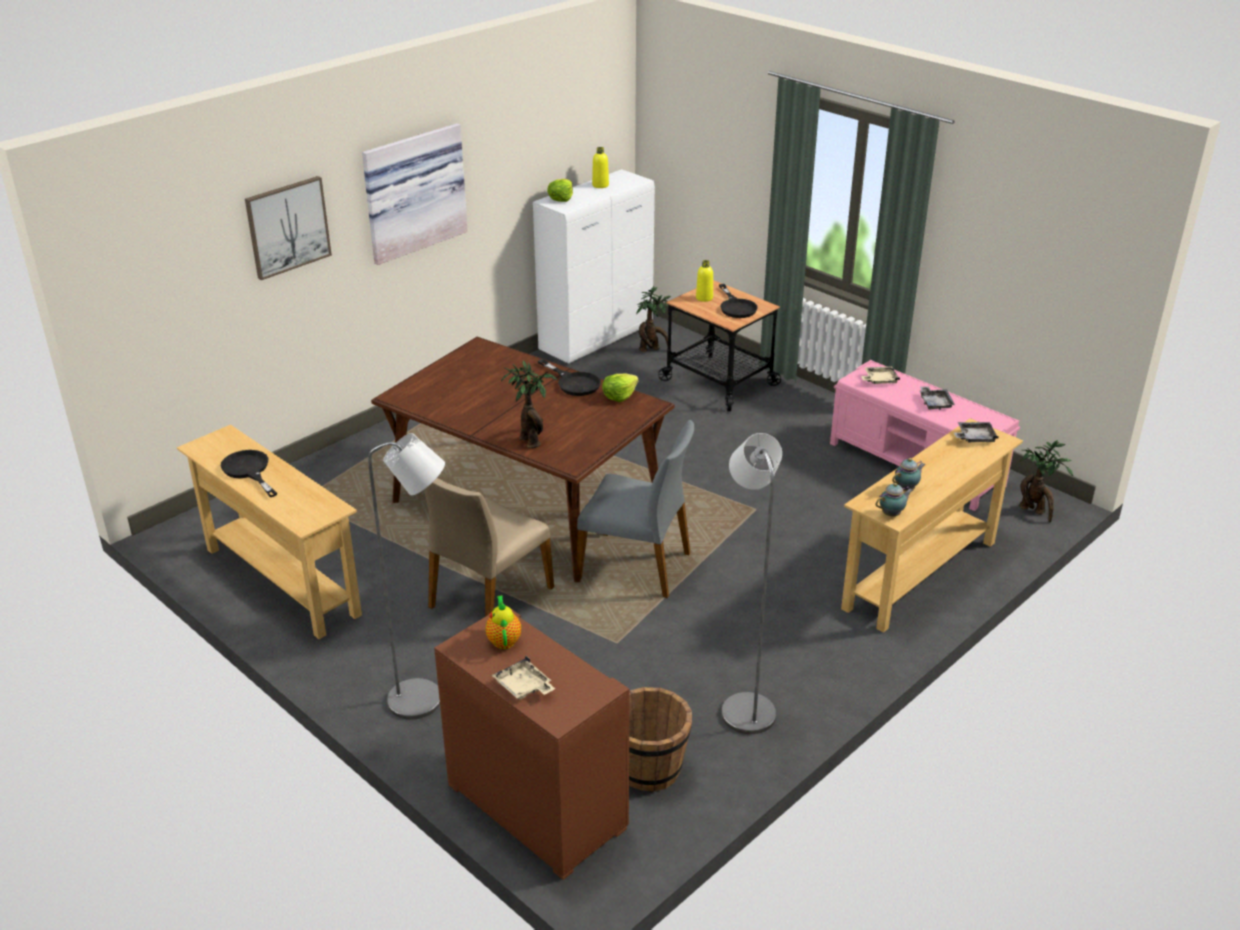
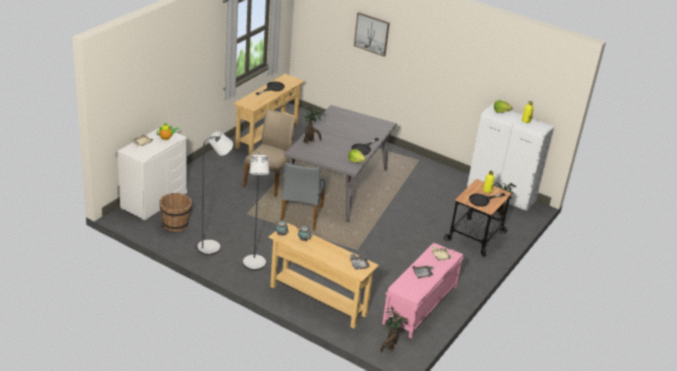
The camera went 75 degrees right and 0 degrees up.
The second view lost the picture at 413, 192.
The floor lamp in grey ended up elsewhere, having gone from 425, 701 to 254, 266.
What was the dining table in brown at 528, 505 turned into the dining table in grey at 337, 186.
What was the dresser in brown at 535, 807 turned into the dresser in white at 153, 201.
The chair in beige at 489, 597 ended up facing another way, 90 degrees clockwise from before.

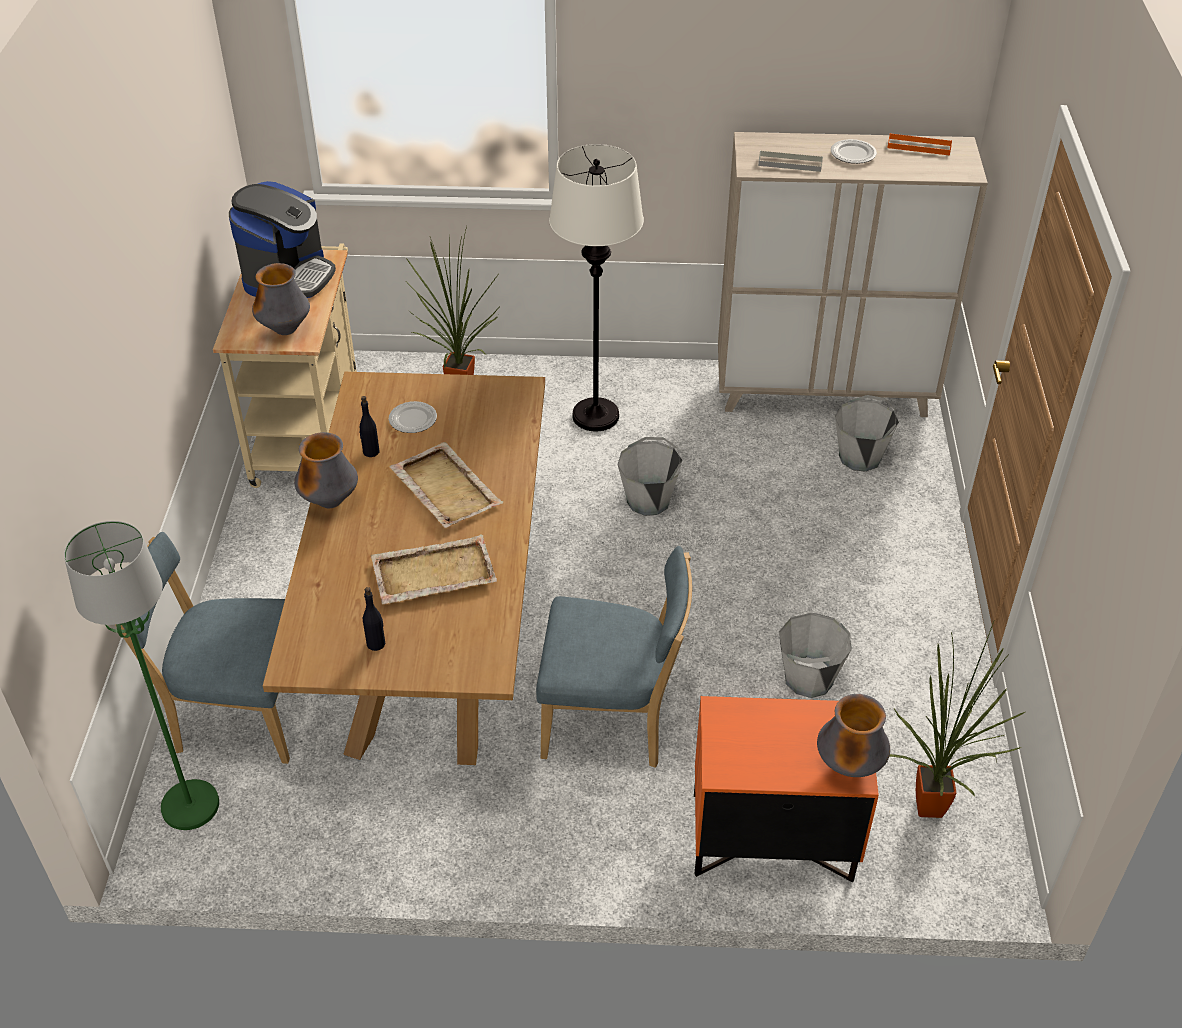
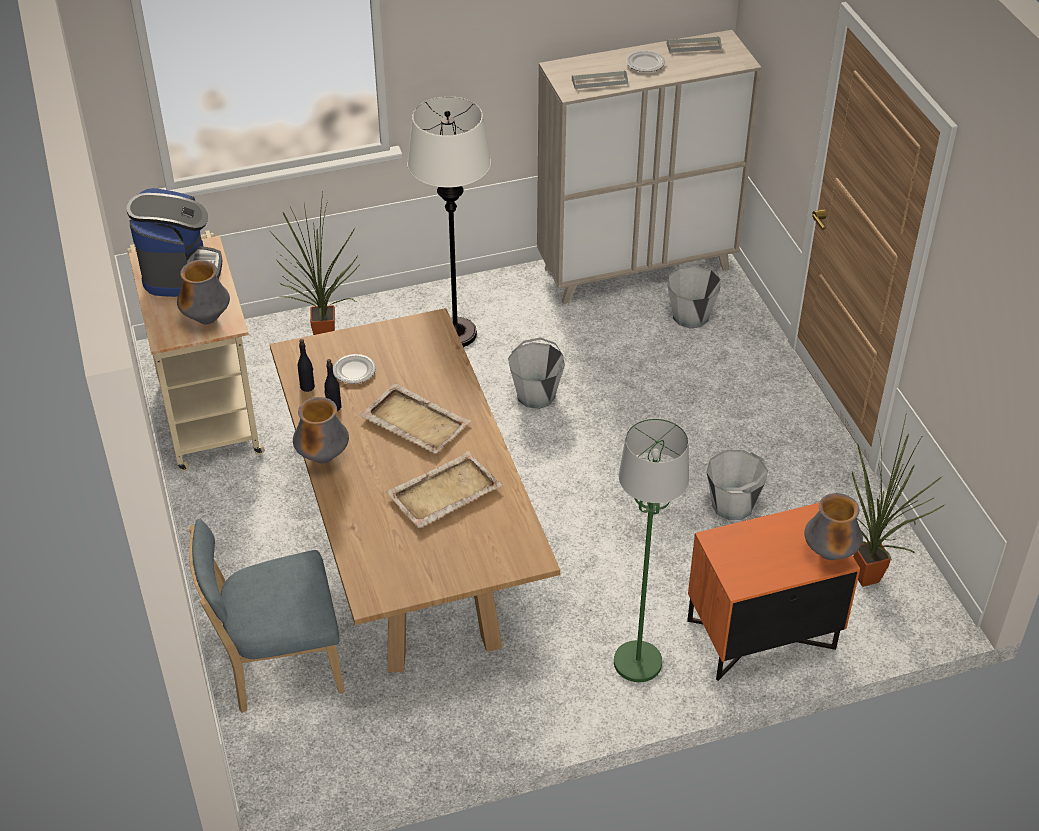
The camera went 20 degrees left and 0 degrees up.
The second view lost the chair in blue at 612, 721.
The floor lamp in green ended up elsewhere, having gone from 190, 806 to 638, 663.
The bottle in black ended up elsewhere, having gone from 376, 643 to 307, 386.
What was the tray in orange at 919, 146 turned into the tray in grey at 693, 46.

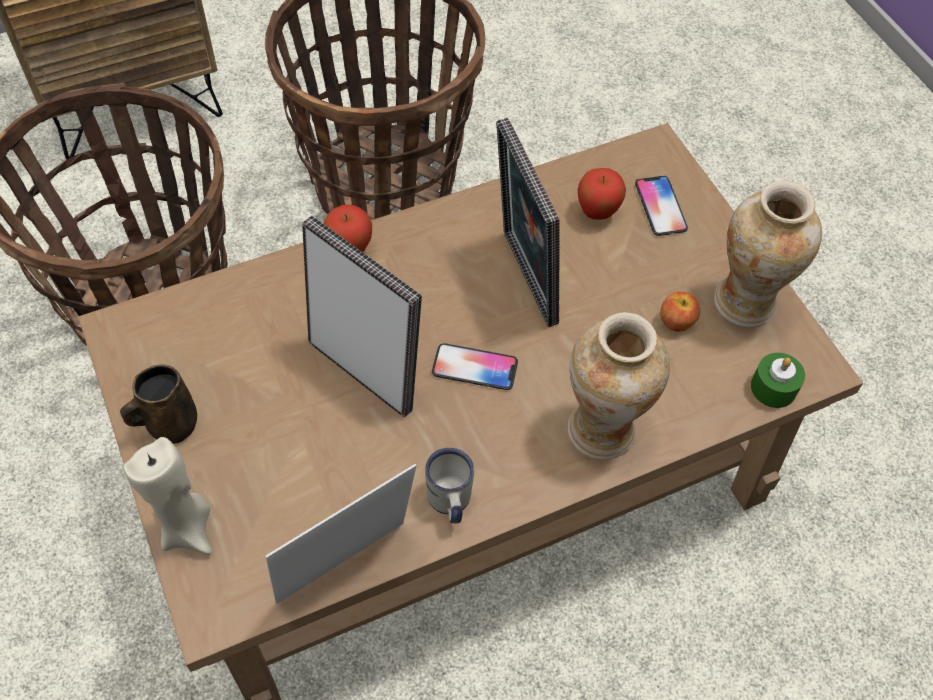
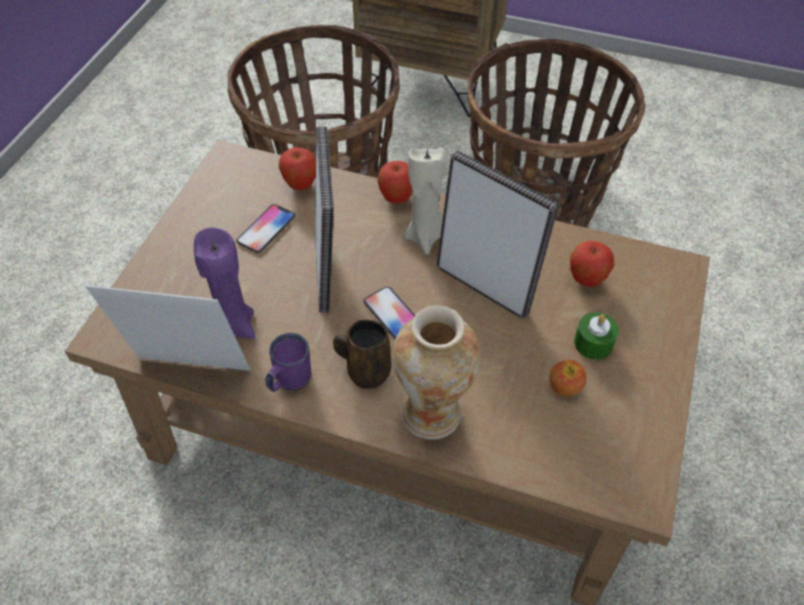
The camera went 45 degrees right and 5 degrees down.
The second view lost the vase at 745, 303.
The second view gained the candle in purple at 233, 325.
The second view gained the apple at 301, 185.
The mug in brown ended up elsewhere, having gone from 170, 425 to 366, 372.
The candle in beige ended up elsewhere, having gone from 188, 528 to 426, 236.
The phone ended up elsewhere, having gone from 660, 207 to 266, 229.
The candle in green ended up elsewhere, having gone from 773, 388 to 593, 343.
What was the mug in white at 449, 503 turned into the mug in purple at 288, 381.
The picture frame at 522, 279 ended up facing another way, 105 degrees clockwise from before.

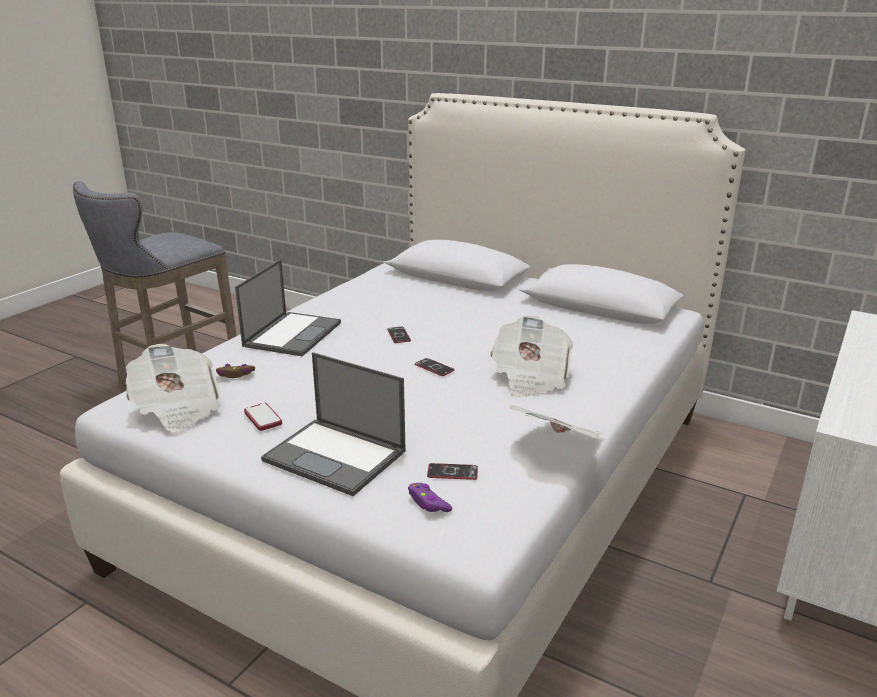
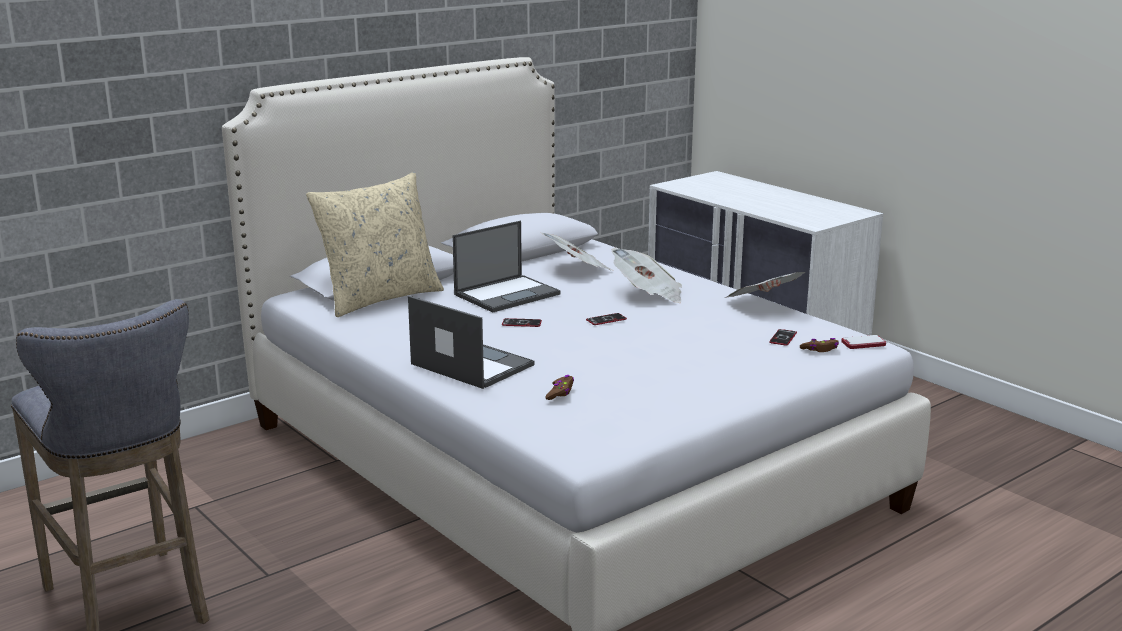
The camera went 70 degrees left and 5 degrees down.
The second view gained the pillow in beige at 379, 298.
The newspaper ended up elsewhere, having gone from 177, 409 to 577, 270.
The phone ended up elsewhere, having gone from 263, 418 to 863, 343.
The laptop ended up elsewhere, having gone from 336, 456 to 507, 294.
What was the game controller in purple at 428, 503 turned into the game controller in brown at 820, 350.

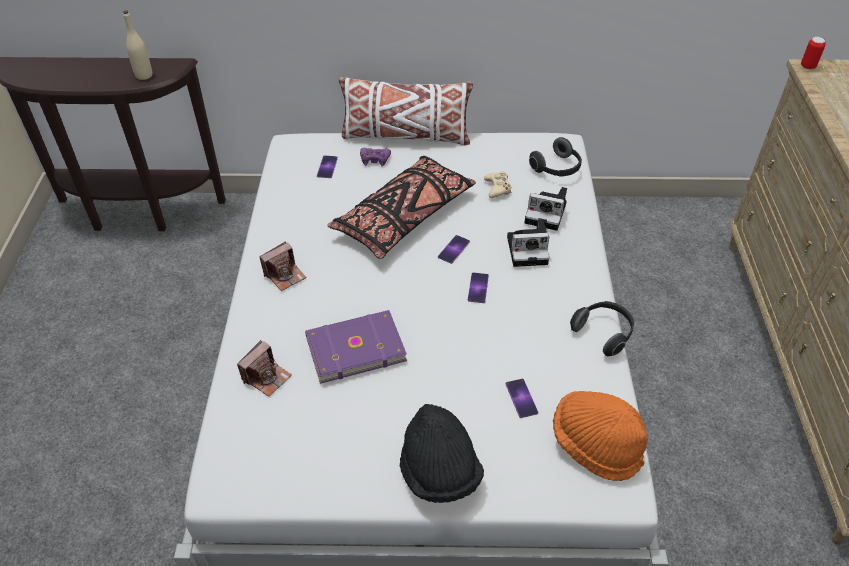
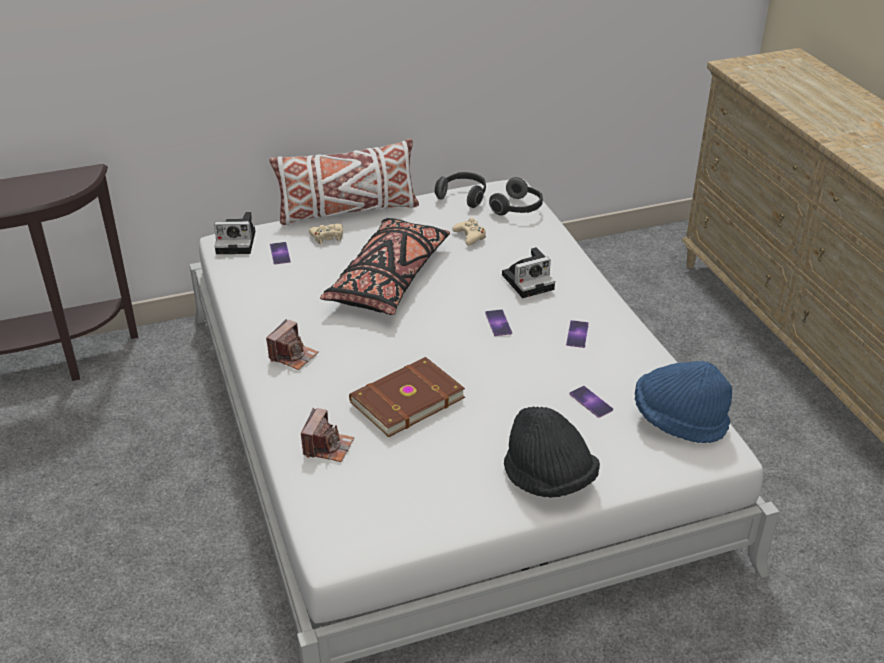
The camera went 20 degrees left and 10 degrees down.
The second view lost the bottle in beige at 144, 75.
The second view lost the can at 807, 66.
The phone ended up elsewhere, having gone from 453, 249 to 577, 334.
The photo camera ended up elsewhere, having gone from 547, 213 to 238, 242.
The headphones ended up elsewhere, having gone from 603, 333 to 463, 197.
What was the book in purple at 354, 347 turned into the book in brown at 405, 399.
What was the game controller in purple at 375, 159 turned into the game controller in beige at 327, 237.
What was the hat in orange at 595, 445 turned into the hat in blue at 678, 421.

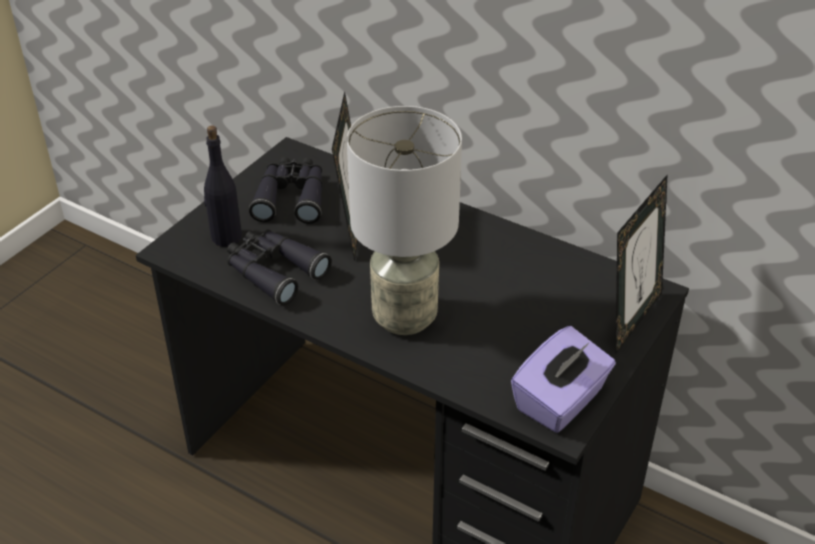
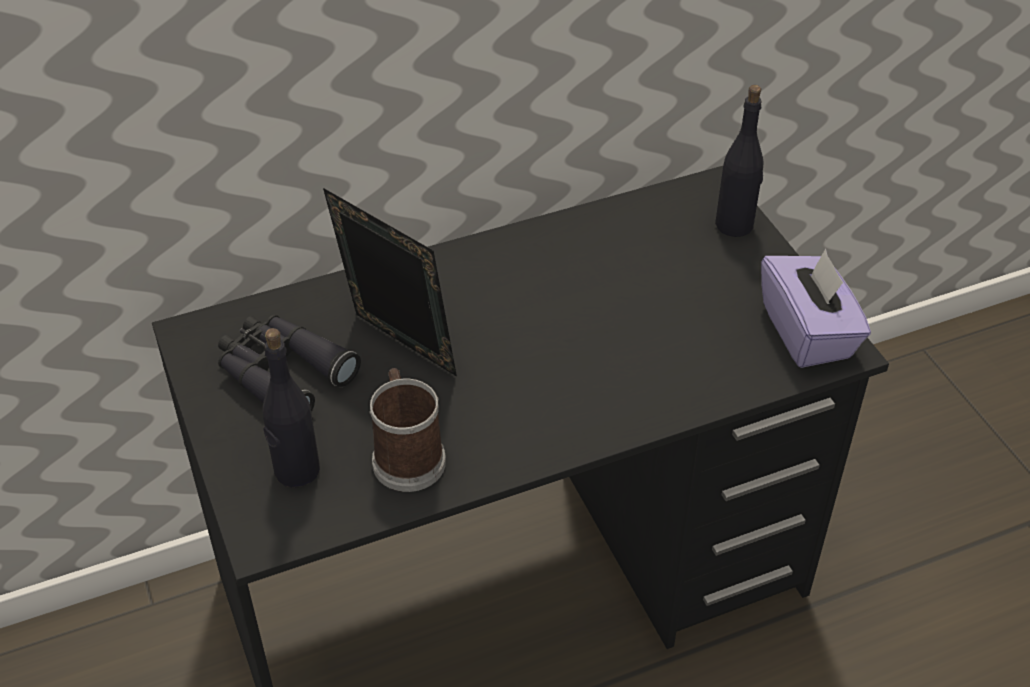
The camera went 55 degrees left and 5 degrees up.
The second view lost the table lamp in grey at 404, 316.
Where the binoculars in black stood at 273, 271, the mug came to stand at 407, 456.
Where the picture frame stood at 631, 319, the bottle in black came to stand at 735, 224.

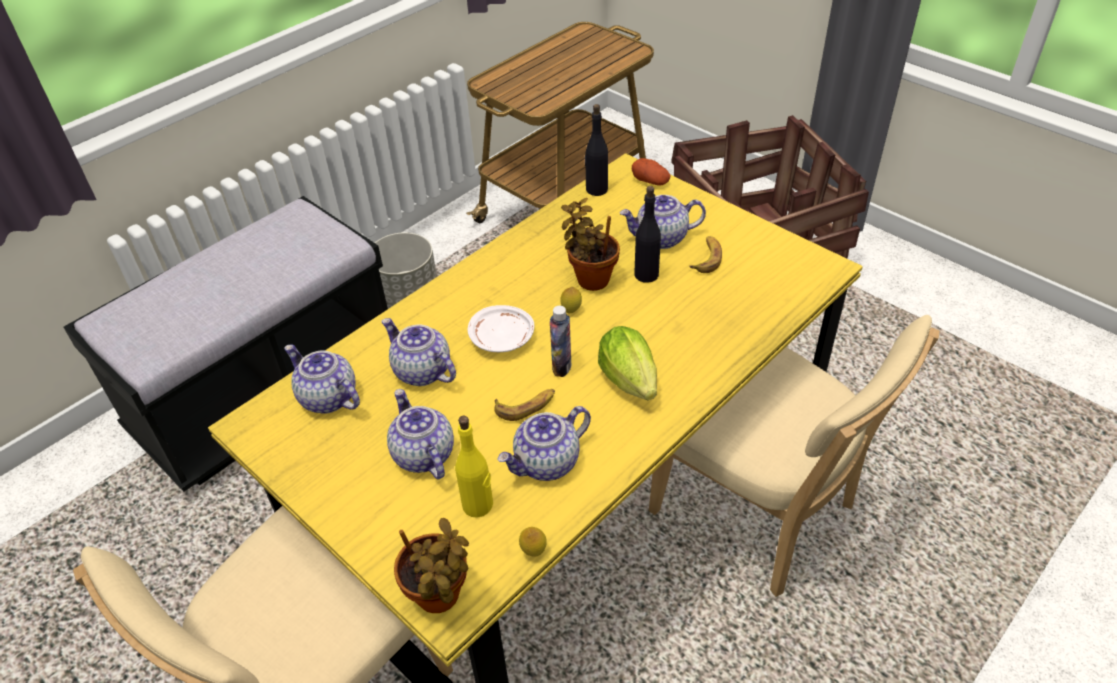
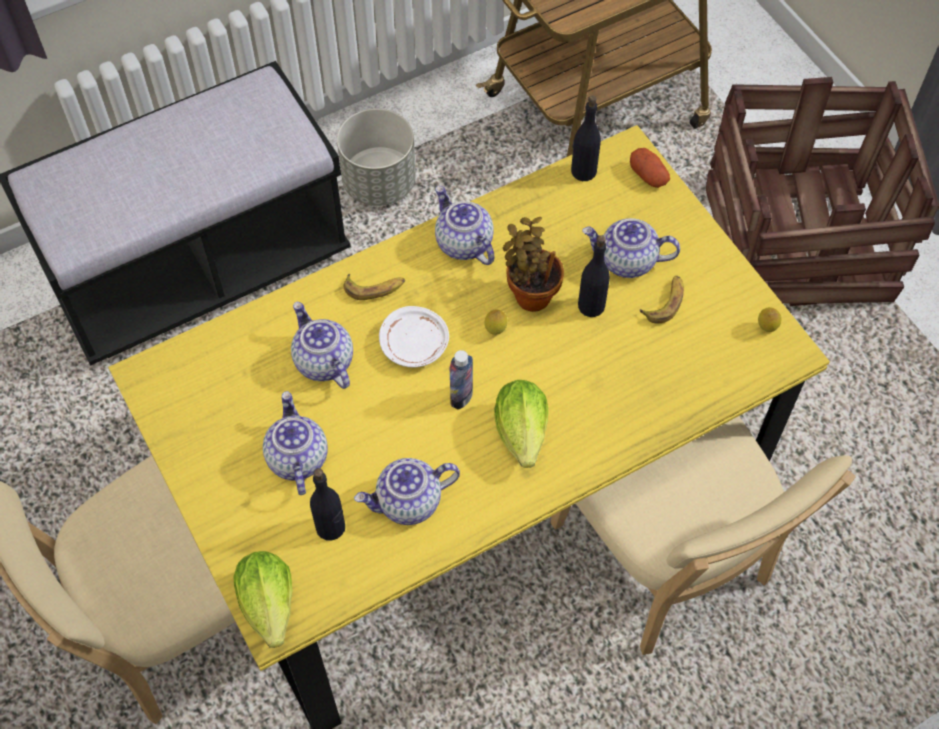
The camera went 15 degrees right and 15 degrees up.
The teapot ended up elsewhere, having gone from 327, 398 to 463, 243.
The banana ended up elsewhere, having gone from 526, 406 to 374, 288.
The lemon ended up elsewhere, having gone from 533, 552 to 766, 328.
Where the potted plant stood at 441, 598, the lettuce came to stand at 270, 610.
What was the bottle in yellow at 478, 505 turned into the bottle in black at 331, 527.

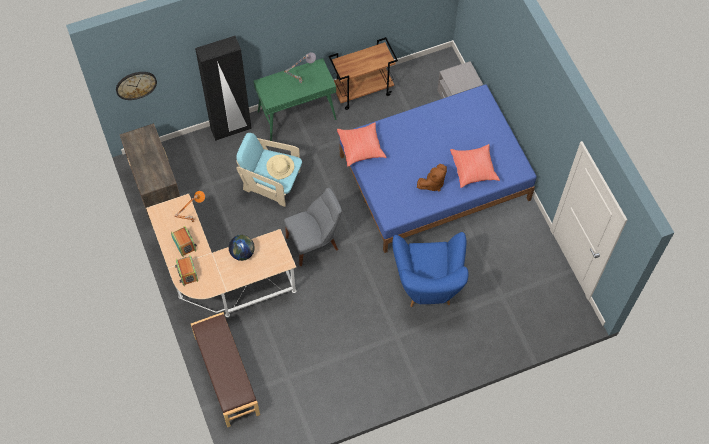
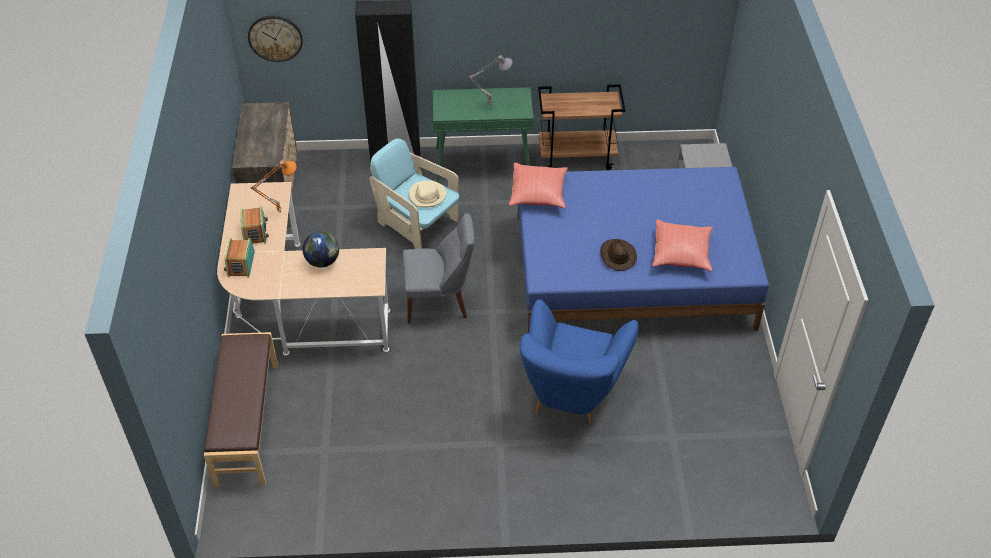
The camera went 20 degrees right and 15 degrees down.
Where the plush toy in brown stood at 432, 183, the hat in brown came to stand at 617, 256.

